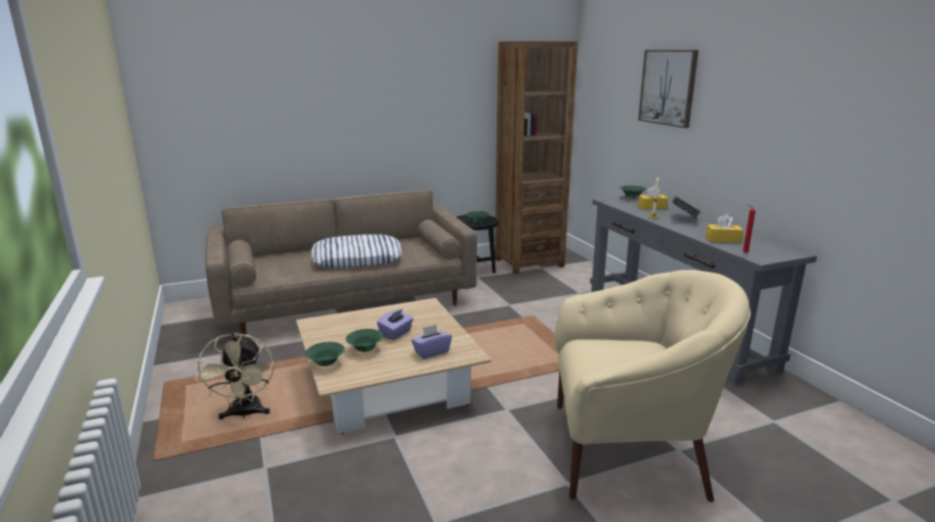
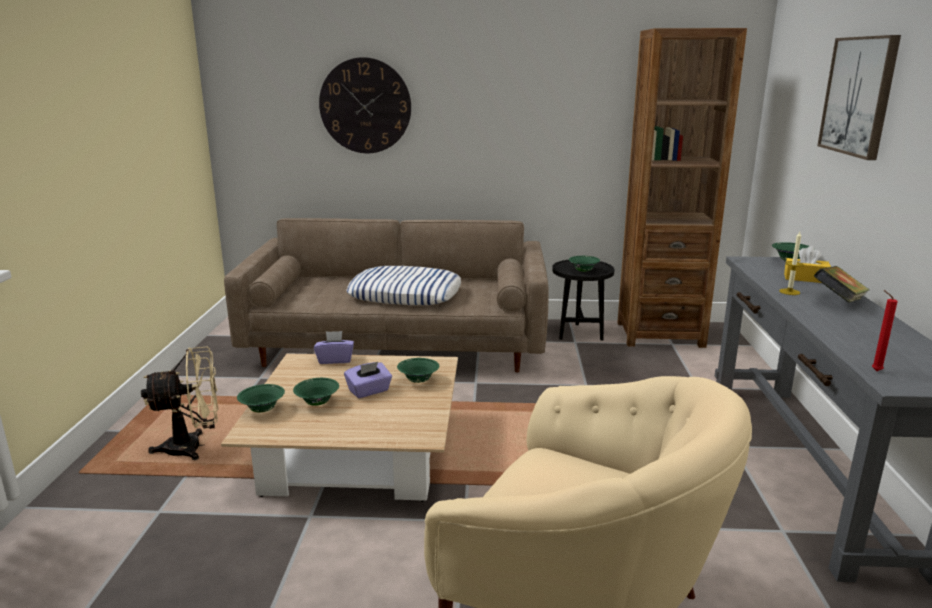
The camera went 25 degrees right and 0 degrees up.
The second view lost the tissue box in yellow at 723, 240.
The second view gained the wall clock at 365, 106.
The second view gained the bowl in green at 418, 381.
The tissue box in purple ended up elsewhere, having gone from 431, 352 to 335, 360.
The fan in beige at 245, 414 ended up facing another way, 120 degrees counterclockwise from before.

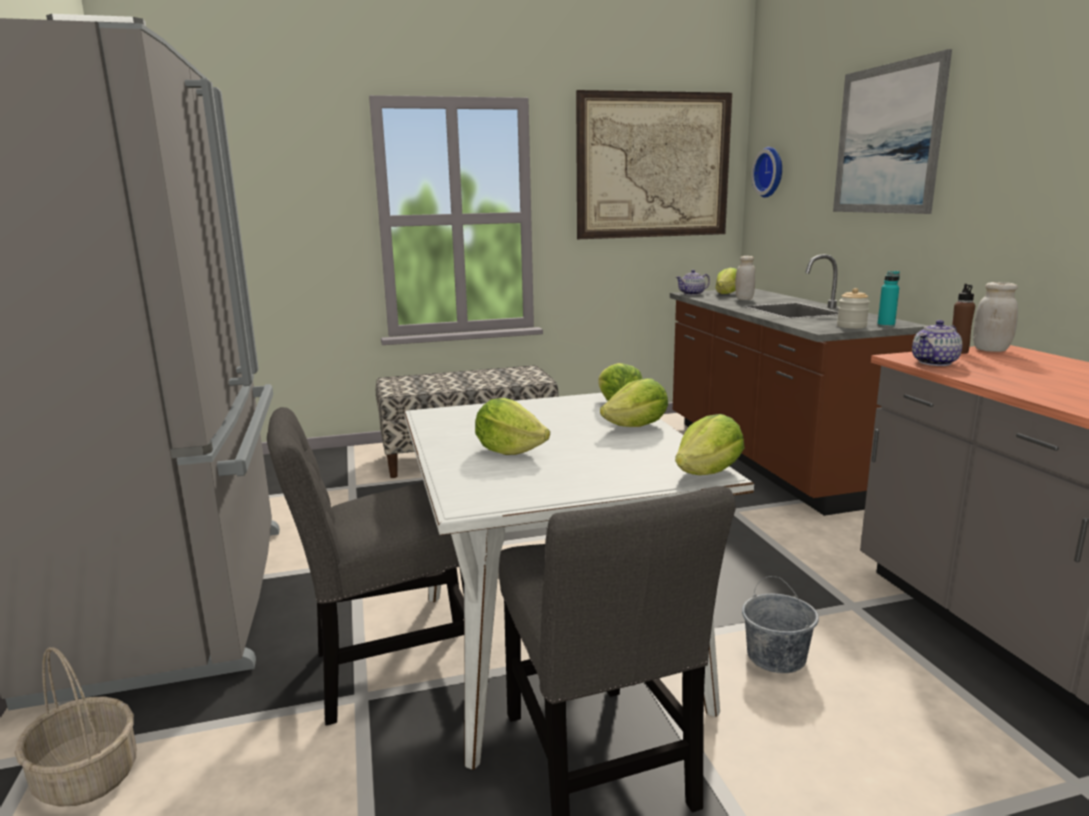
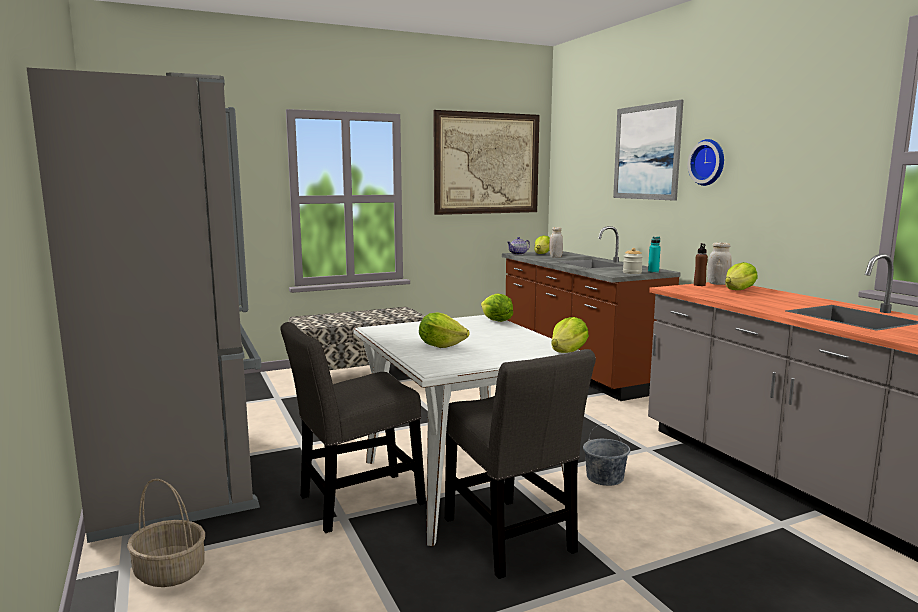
The camera went 10 degrees left and 5 degrees down.
The second view lost the teapot at 935, 362.
The lettuce ended up elsewhere, having gone from 637, 427 to 739, 290.
The wall clock ended up elsewhere, having gone from 771, 172 to 709, 162.

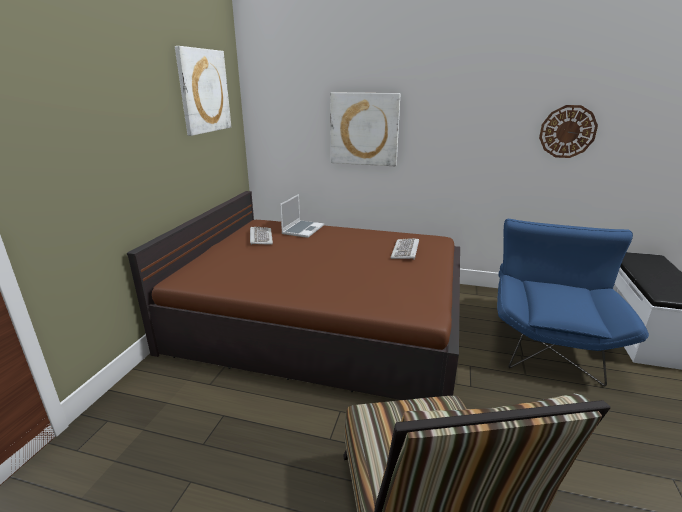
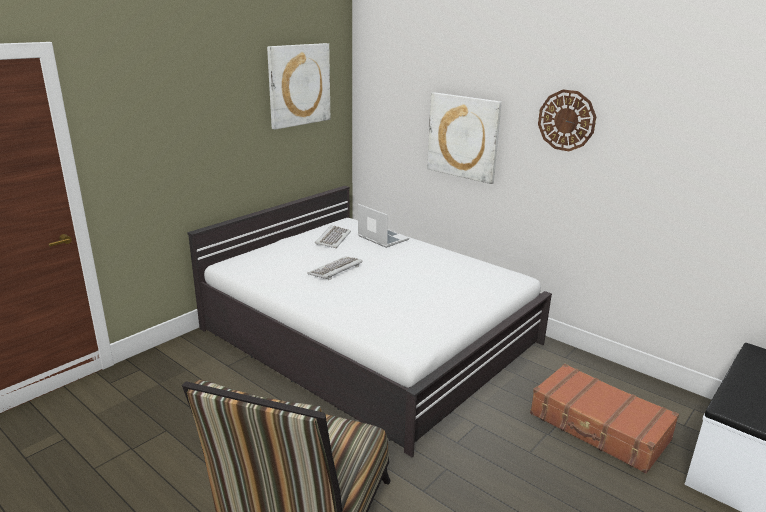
The camera went 25 degrees right and 0 degrees up.
The keyboard ended up elsewhere, having gone from 405, 251 to 335, 270.
The wall clock ended up elsewhere, having gone from 567, 131 to 566, 120.
Where the armchair in blue stood at 546, 339, the suitcase in brown came to stand at 598, 427.
What was the bed in brown at 322, 317 turned into the bed in white at 369, 336.
The laptop at 302, 229 ended up facing another way, 90 degrees counterclockwise from before.

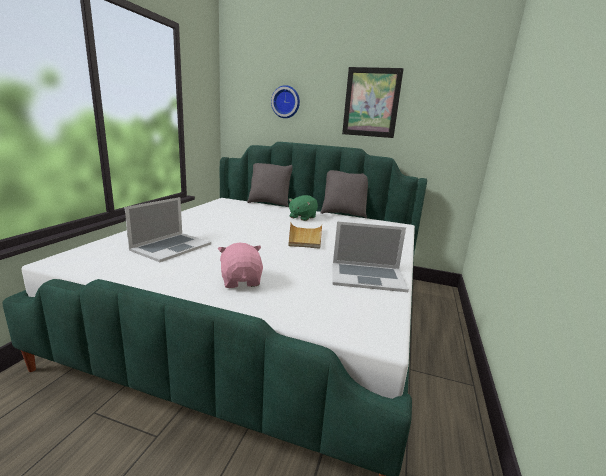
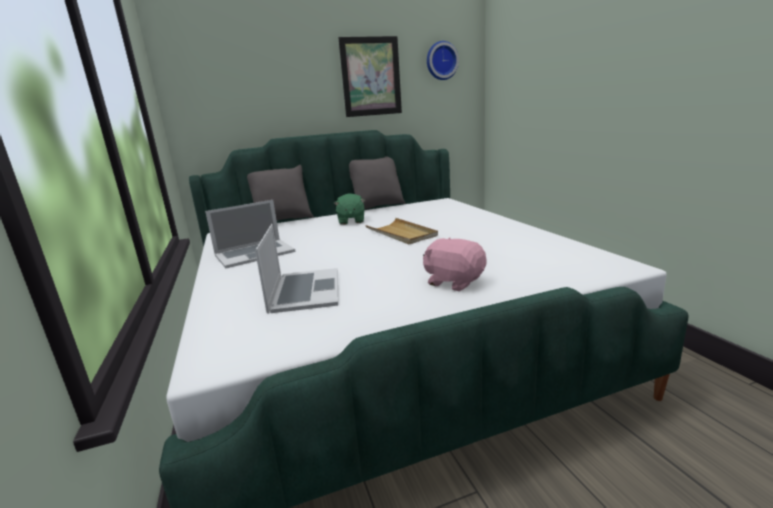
The camera went 35 degrees left and 0 degrees up.
The wall clock ended up elsewhere, having gone from 286, 102 to 441, 61.
The laptop ended up elsewhere, having gone from 367, 276 to 254, 253.

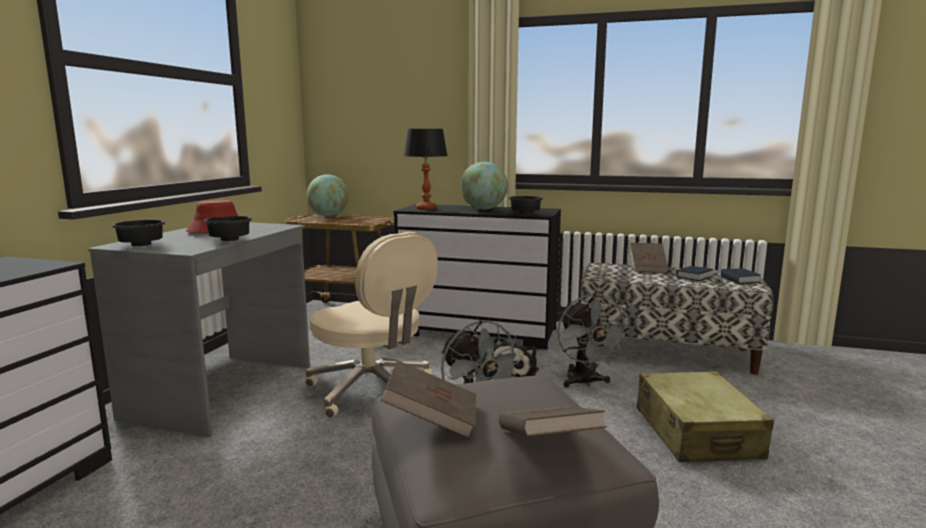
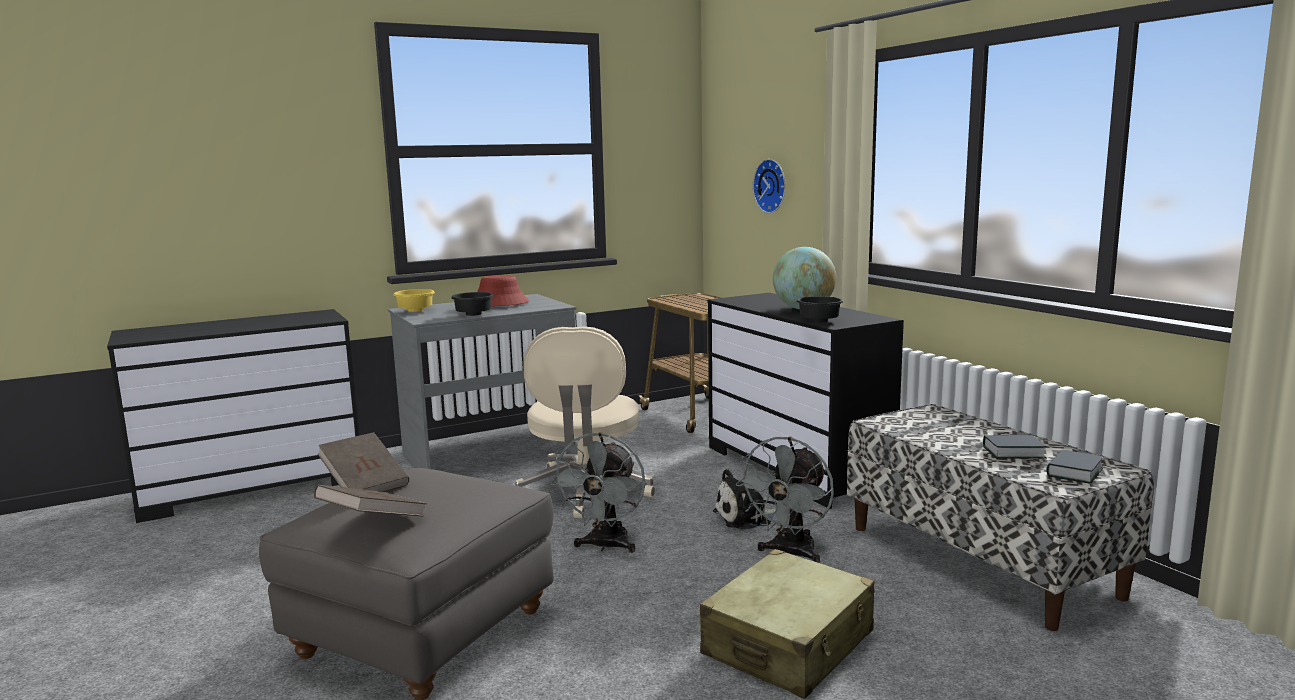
The camera went 45 degrees right and 0 degrees up.
The second view lost the globe at 329, 216.
The second view lost the table lamp at 426, 209.
The second view lost the book in brown at 647, 268.
The second view gained the wall clock at 772, 186.
What was the bowl in black at 142, 245 turned into the bowl in yellow at 416, 311.

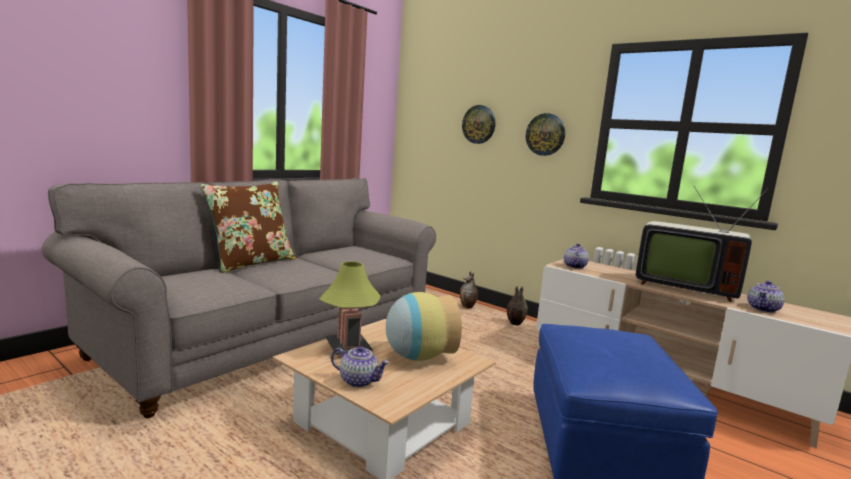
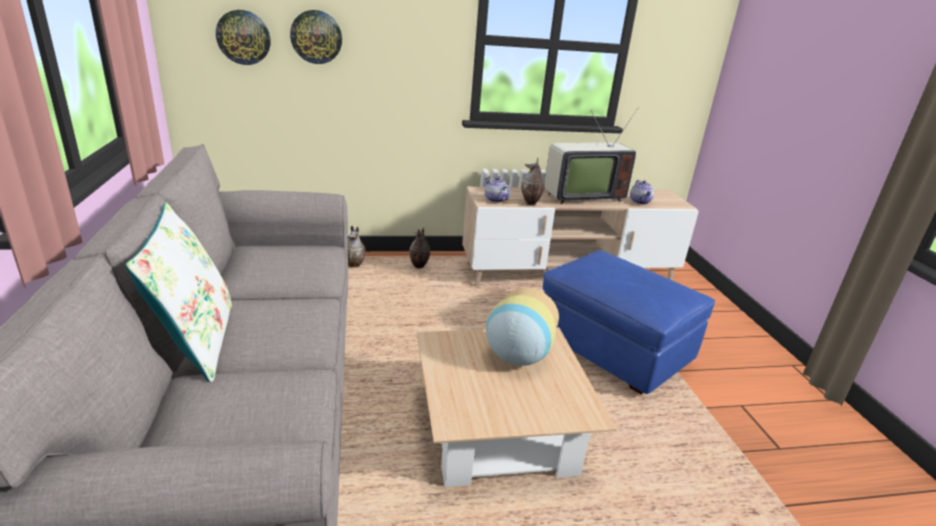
The camera went 50 degrees left and 15 degrees up.
The second view lost the table lamp at 348, 348.
The second view lost the teapot at 359, 381.
The second view gained the vase at 530, 203.
The wall clock ended up elsewhere, having gone from 545, 134 to 243, 37.
What was the pillow in brown at 250, 263 turned into the pillow in white at 196, 342.

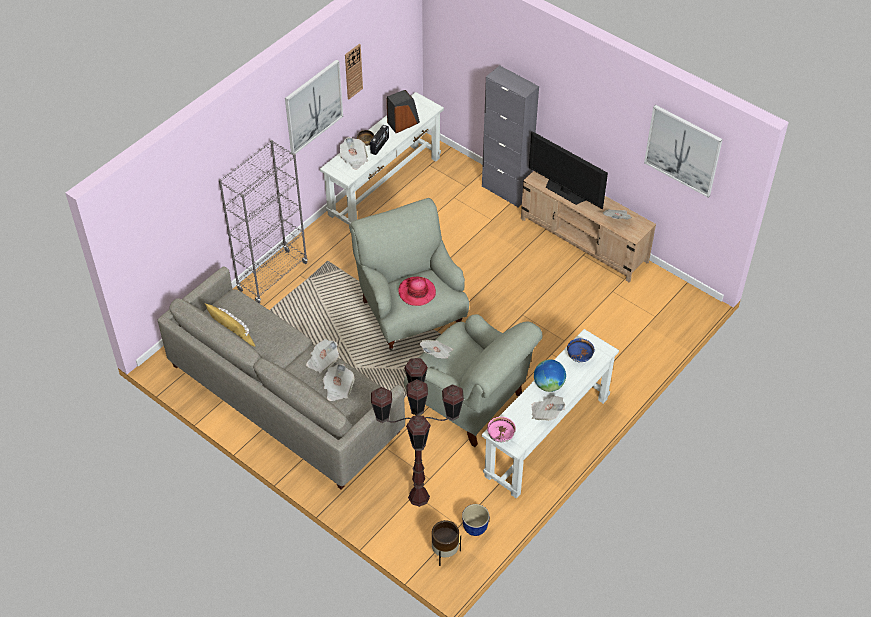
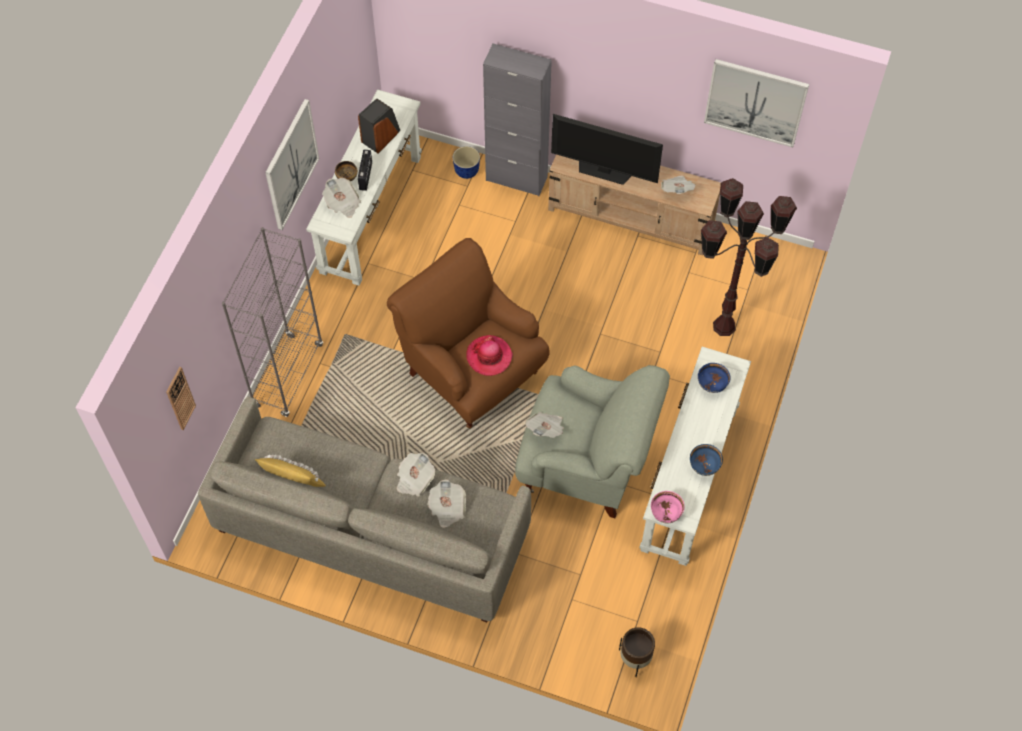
The camera went 20 degrees left and 10 degrees up.
The second view lost the globe at 548, 385.
The wall clock ended up elsewhere, having gone from 353, 71 to 180, 398.
The floor lamp in brown ended up elsewhere, having gone from 419, 496 to 724, 325.
The planter ended up elsewhere, having gone from 475, 528 to 466, 172.
Where the newspaper stood at 546, 413, the bowl in blue came to stand at 704, 467.
What was the armchair in grey at 410, 313 turned into the armchair in brown at 472, 372.

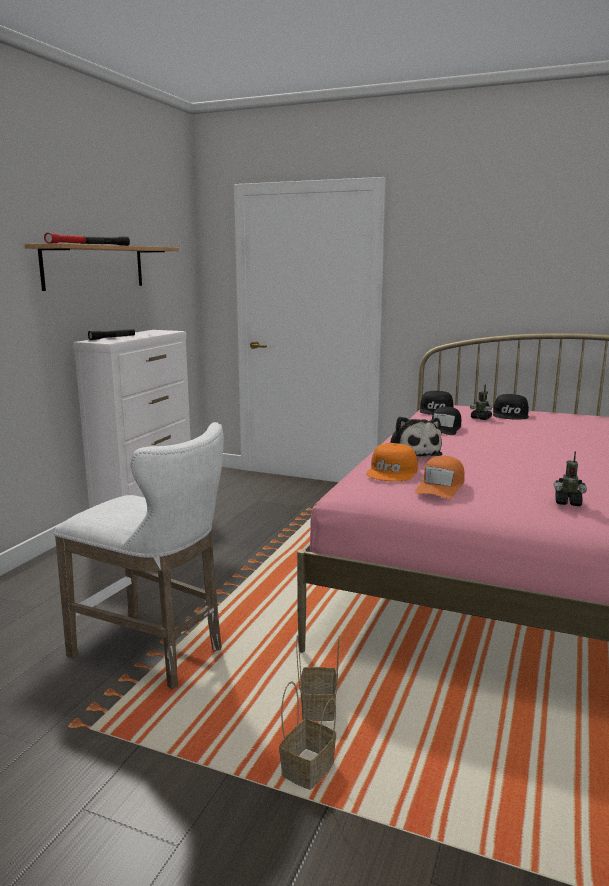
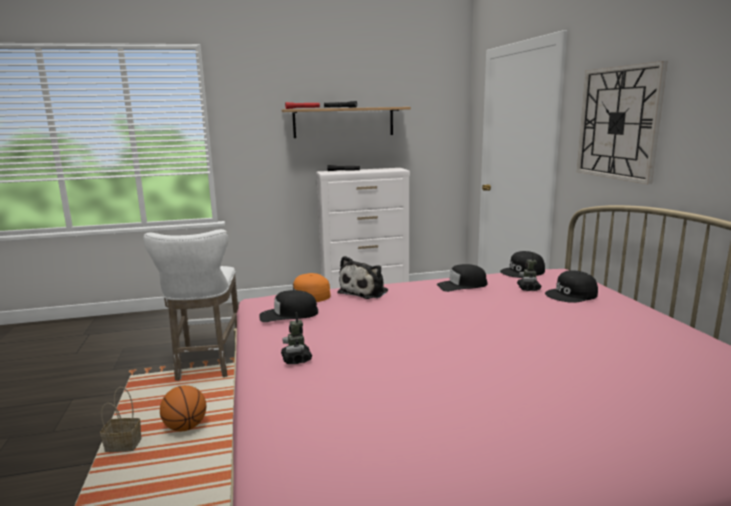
The camera went 55 degrees right and 0 degrees up.
The second view gained the wall clock at 618, 123.
Where the basket stood at 317, 707, the basketball came to stand at 185, 427.
What was the cap in orange at 441, 486 turned into the cap in black at 289, 315.

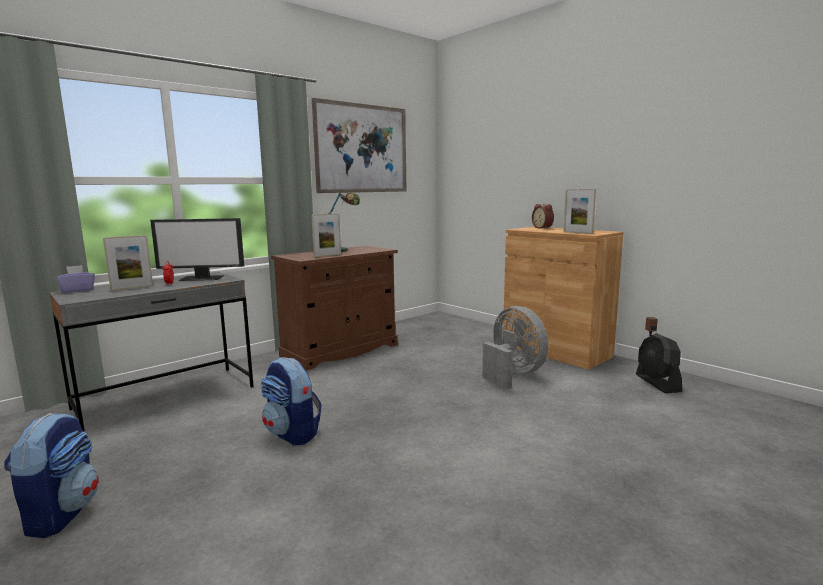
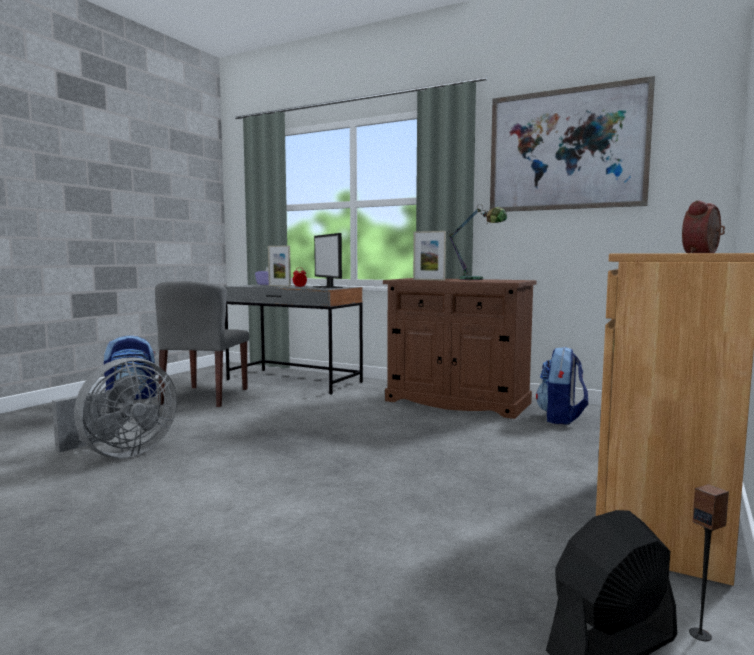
The camera went 70 degrees right and 5 degrees down.
The second view lost the picture frame at 578, 233.
The second view gained the chair in grey at 205, 396.
The backpack ended up elsewhere, having gone from 292, 434 to 561, 418.
The fan in grey ended up elsewhere, having gone from 513, 374 to 120, 454.

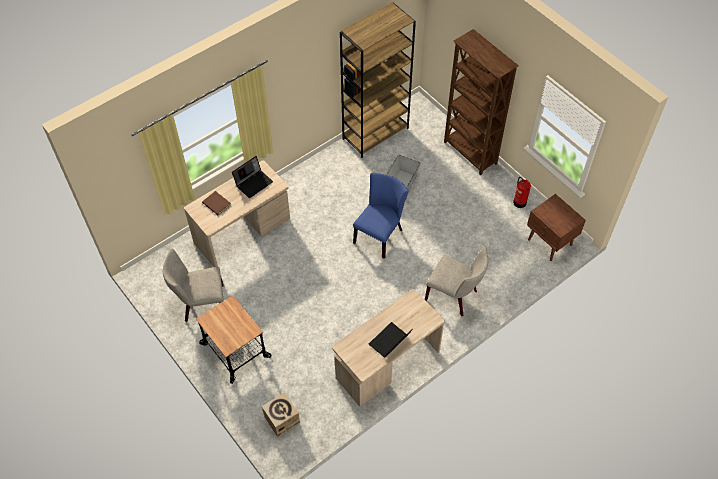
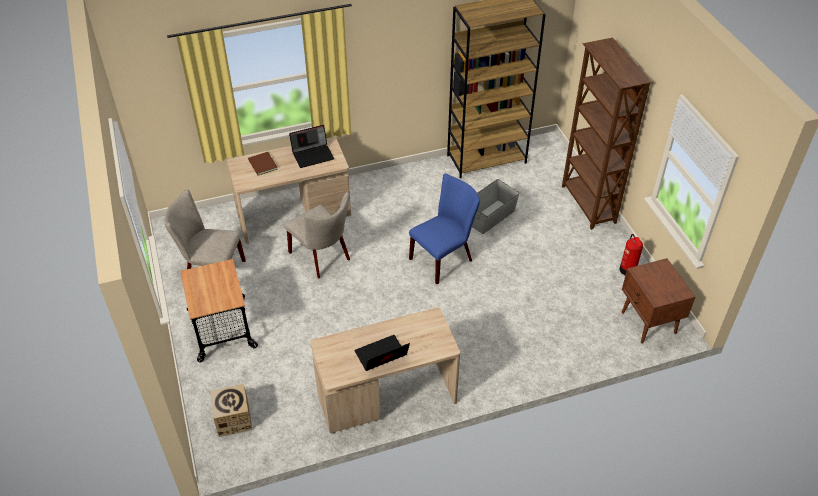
The camera went 20 degrees right and 10 degrees down.
The chair in beige ended up elsewhere, having gone from 454, 296 to 322, 257.

